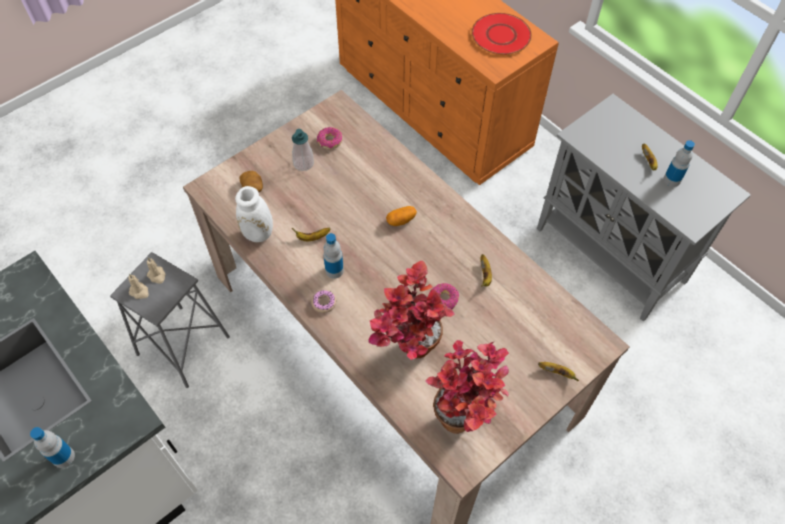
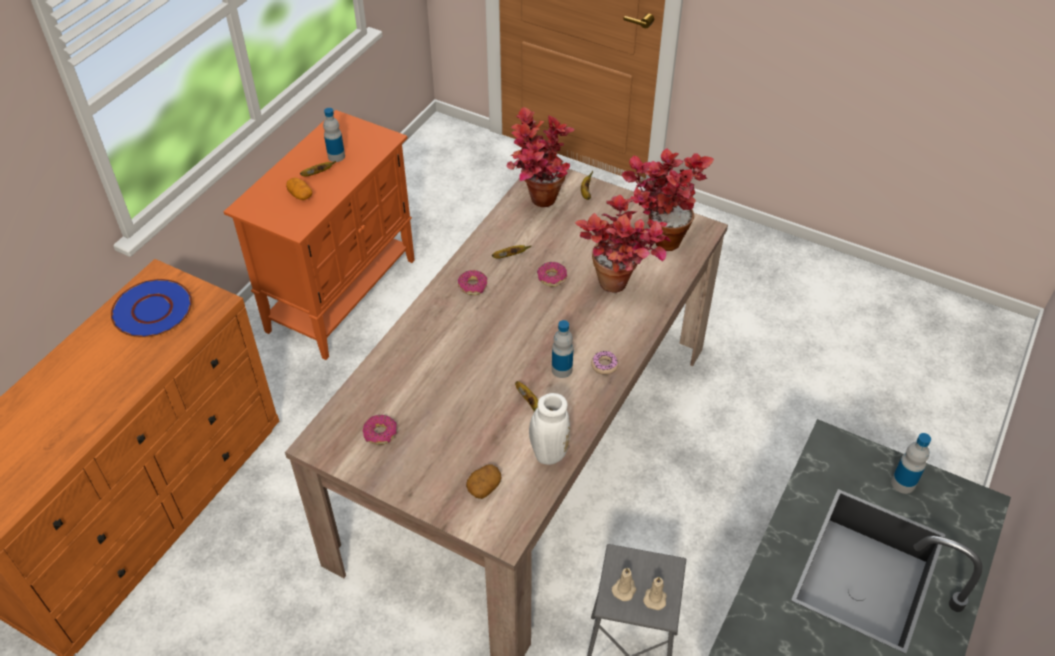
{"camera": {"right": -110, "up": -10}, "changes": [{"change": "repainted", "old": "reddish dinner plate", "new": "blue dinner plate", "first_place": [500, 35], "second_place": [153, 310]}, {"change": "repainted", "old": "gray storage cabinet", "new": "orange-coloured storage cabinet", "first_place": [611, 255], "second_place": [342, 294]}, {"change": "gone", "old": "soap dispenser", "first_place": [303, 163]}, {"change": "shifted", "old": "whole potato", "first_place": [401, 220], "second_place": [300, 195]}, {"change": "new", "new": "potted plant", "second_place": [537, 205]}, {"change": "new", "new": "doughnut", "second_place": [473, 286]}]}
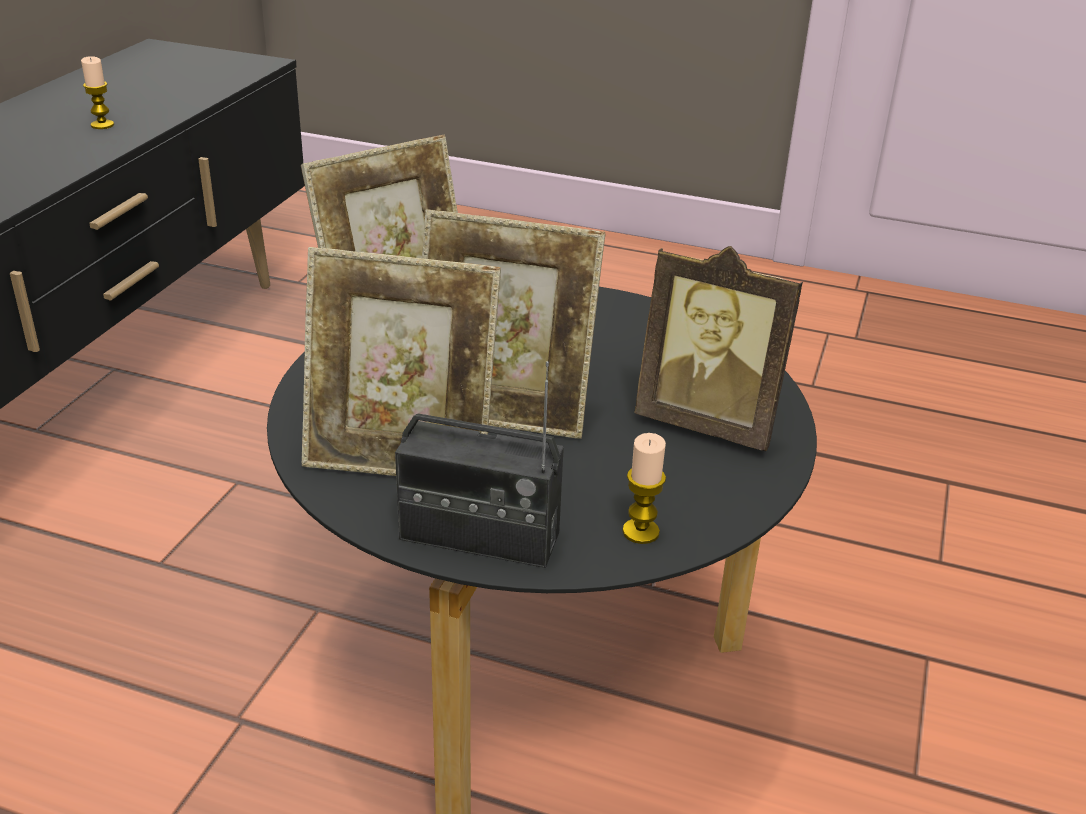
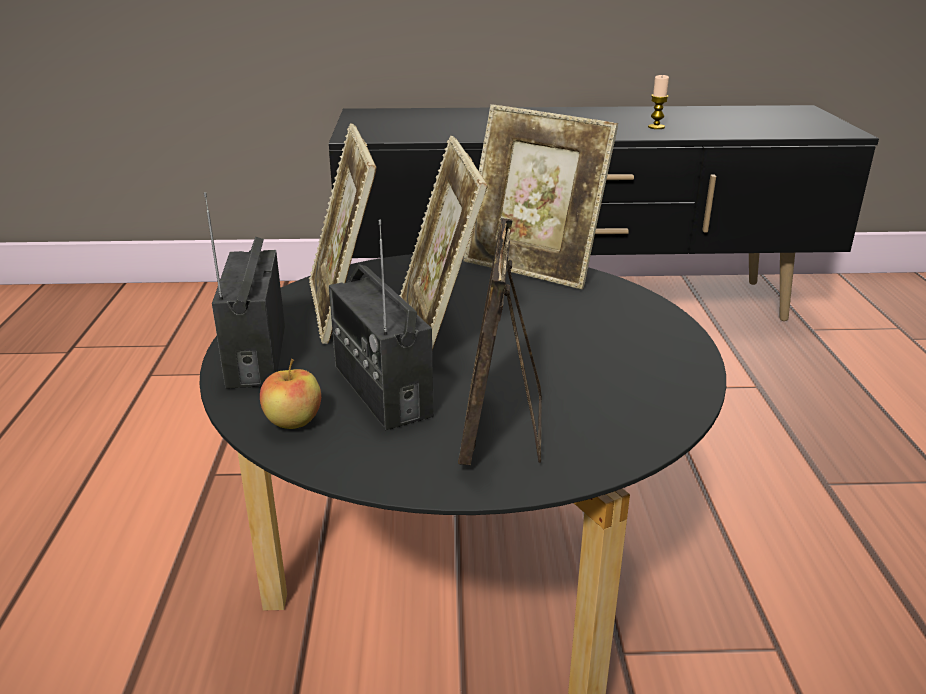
{"camera": {"right": 70, "up": -5}, "changes": [{"change": "swapped", "old": "candle", "new": "apple", "first_place": [640, 532], "second_place": [293, 422]}, {"change": "new", "new": "radio receiver", "second_place": [381, 391]}]}
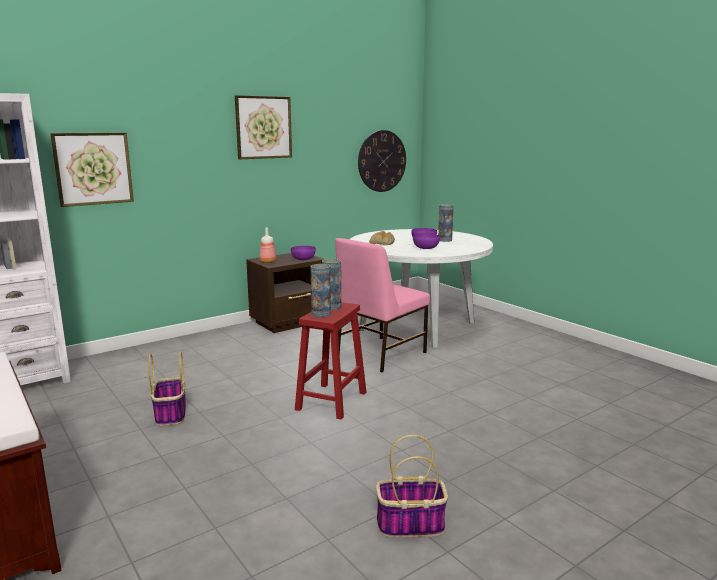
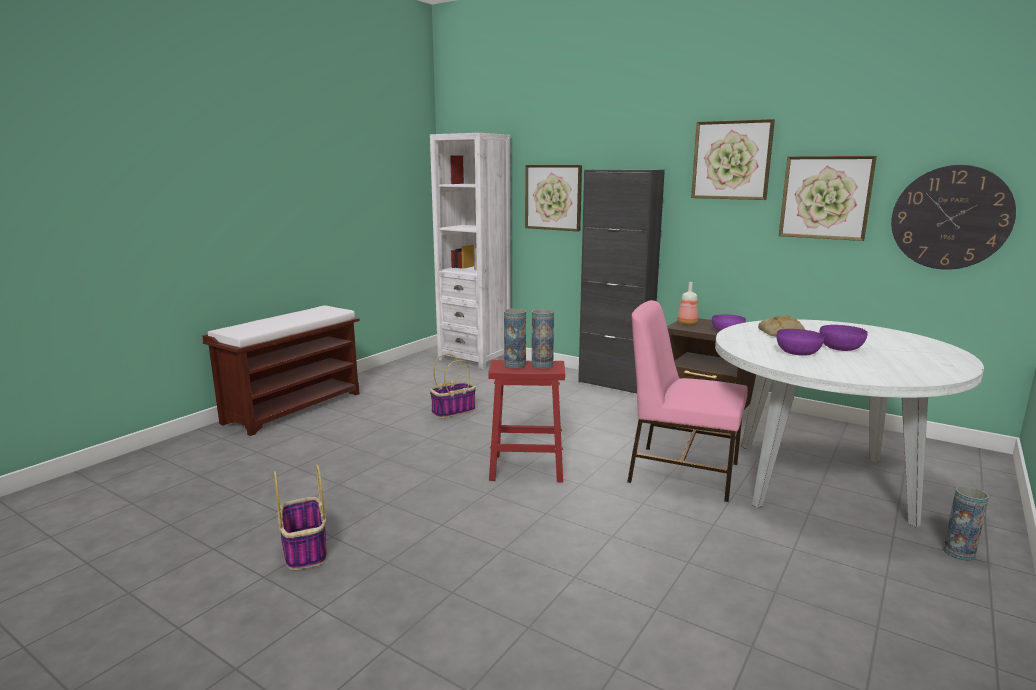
{"camera": {"right": 70, "up": 0}, "changes": [{"change": "shifted", "old": "flower vase", "first_place": [445, 240], "second_place": [959, 553]}, {"change": "new", "new": "wall picture", "second_place": [825, 197]}, {"change": "new", "new": "black-coloured storage cabinet", "second_place": [614, 384]}]}
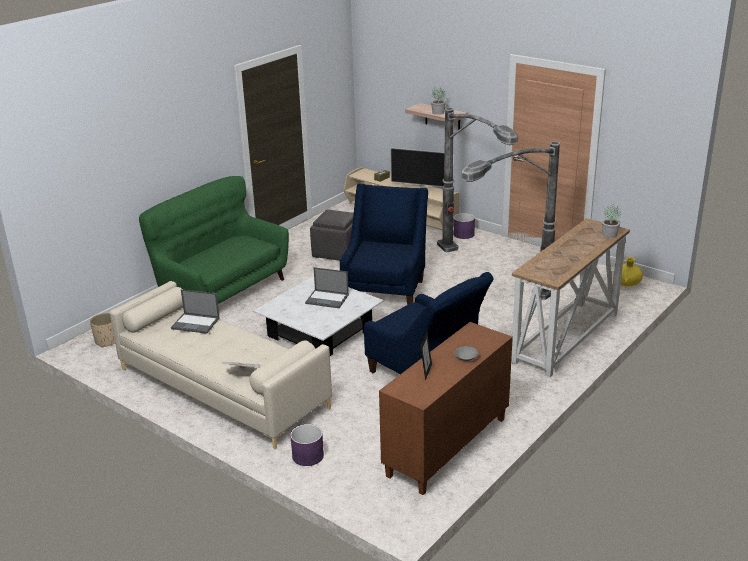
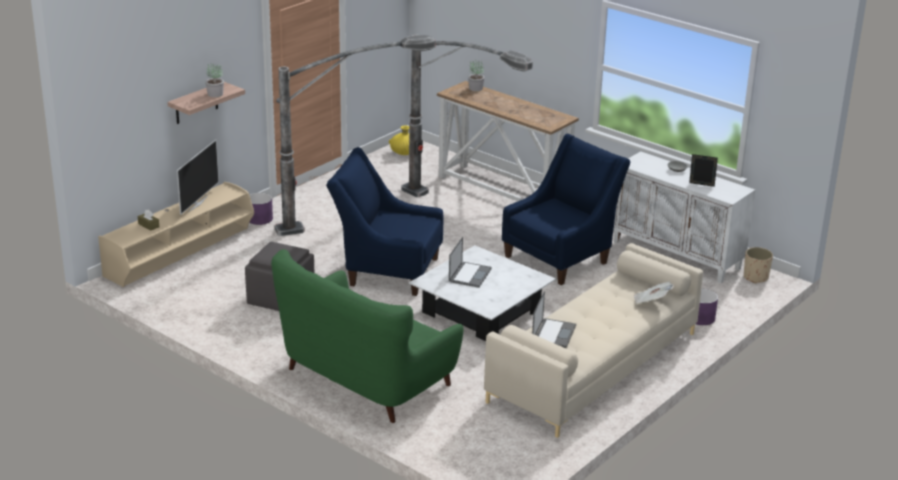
{"camera": {"right": -90, "up": 0}, "changes": [{"change": "shifted", "old": "beige flower pot", "first_place": [106, 341], "second_place": [755, 277]}, {"change": "repainted", "old": "brown storage cabinet", "new": "whitish storage cabinet", "first_place": [447, 447], "second_place": [677, 255]}]}
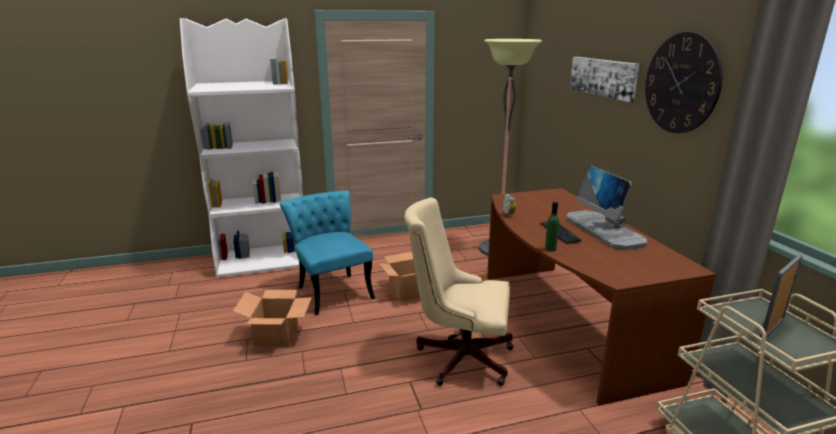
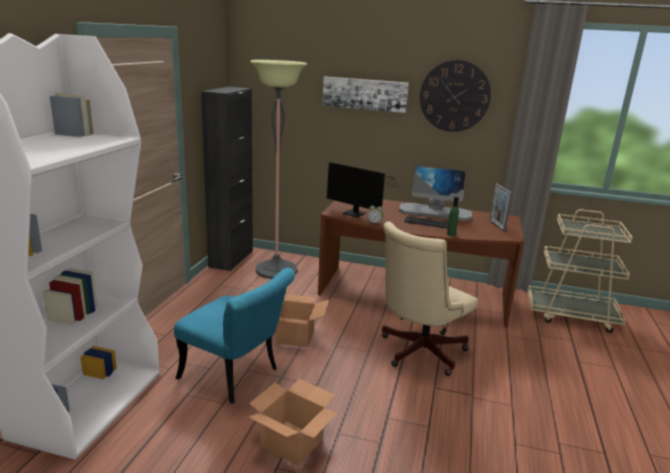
{"camera": {"right": -60, "up": 0}, "changes": [{"change": "rotated", "old": "turquoise-coloured chair", "first_place": [331, 289], "second_place": [236, 376], "degrees": -150}, {"change": "shifted", "old": "standing frame", "first_place": [771, 329], "second_place": [497, 226]}, {"change": "new", "new": "black-coloured storage cabinet", "second_place": [231, 259]}, {"change": "new", "new": "computer screen", "second_place": [356, 214]}]}
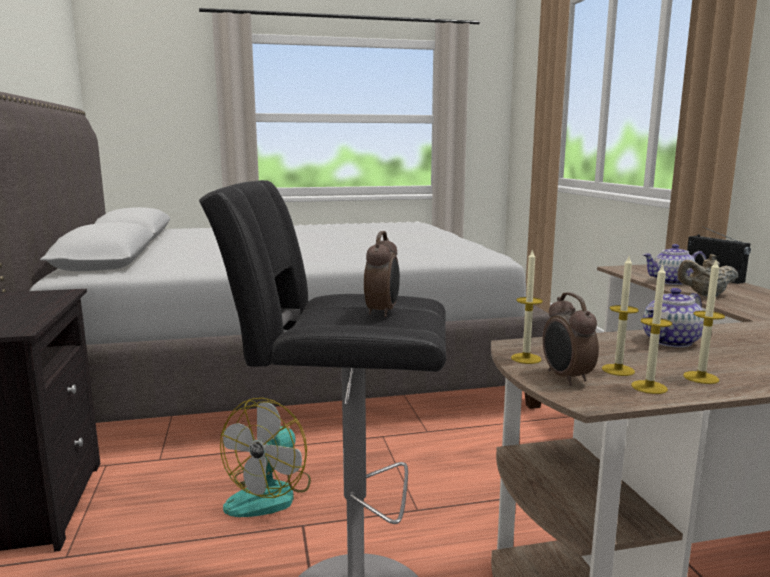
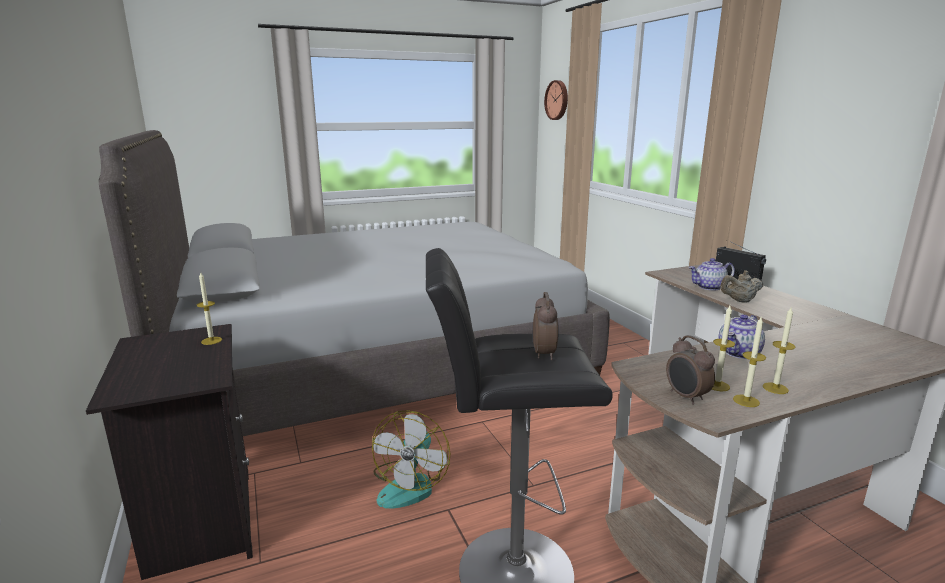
{"camera": {"right": -10, "up": 5}, "changes": [{"change": "shifted", "old": "candle", "first_place": [526, 358], "second_place": [211, 341]}, {"change": "new", "new": "hanging clock", "second_place": [557, 100]}]}
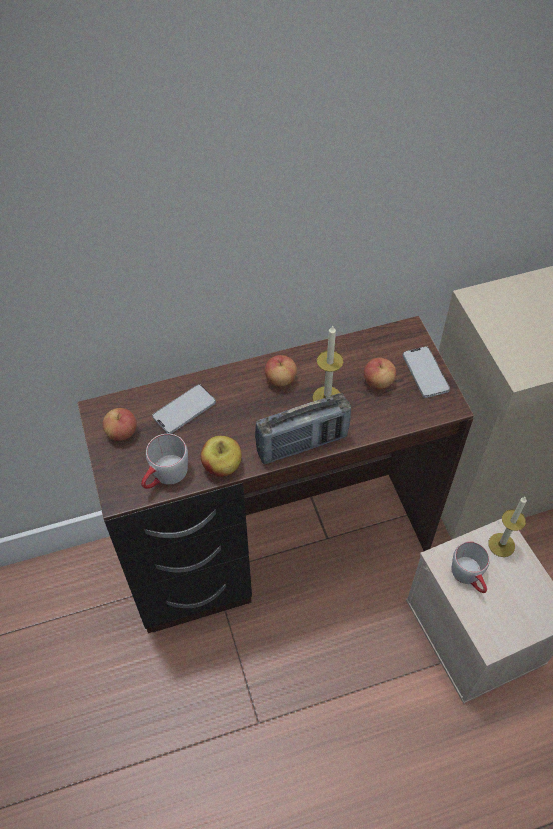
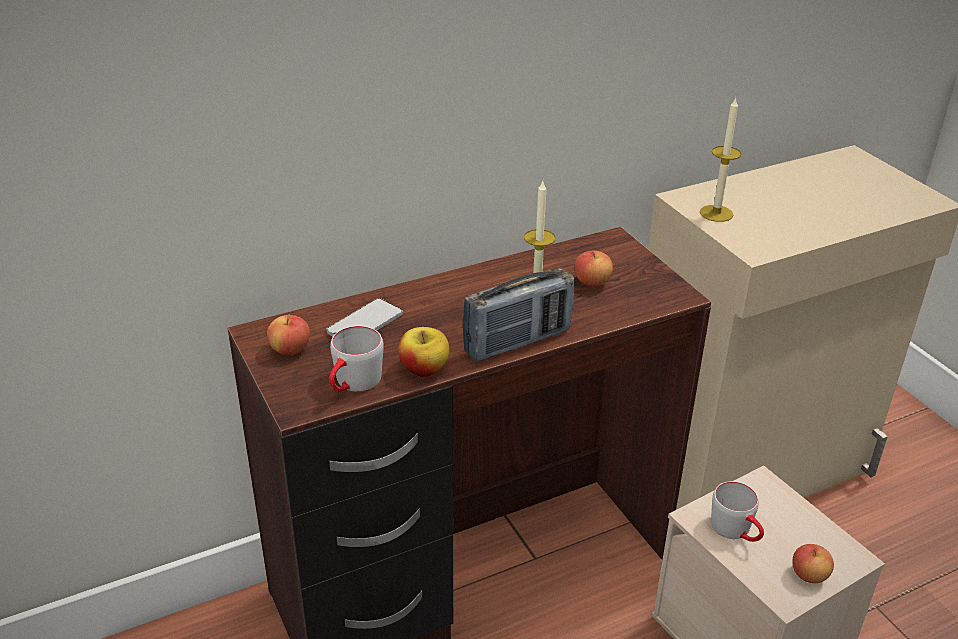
{"camera": {"right": -10, "up": -20}, "changes": [{"change": "gone", "old": "phone", "first_place": [425, 373]}, {"change": "shifted", "old": "apple", "first_place": [280, 379], "second_place": [809, 575]}, {"change": "shifted", "old": "candle", "first_place": [501, 545], "second_place": [716, 213]}]}
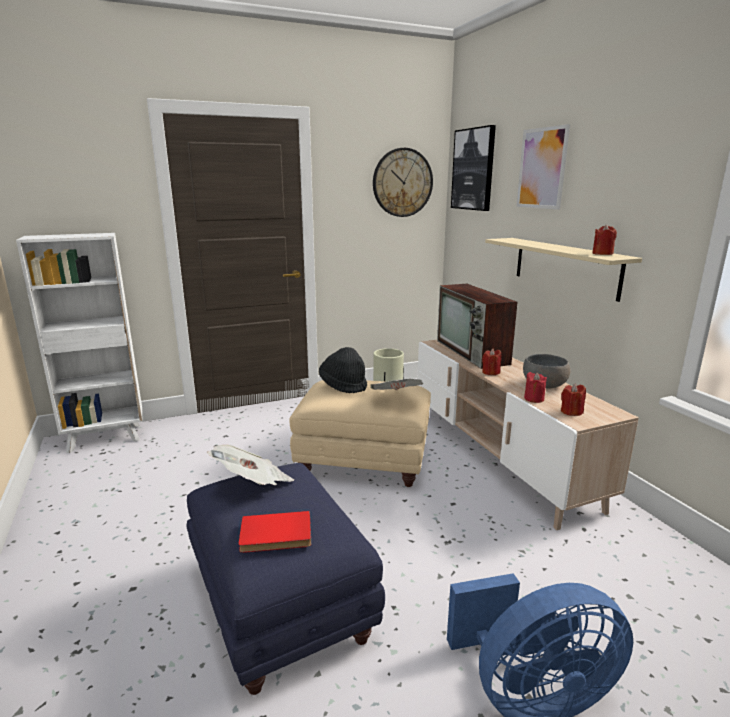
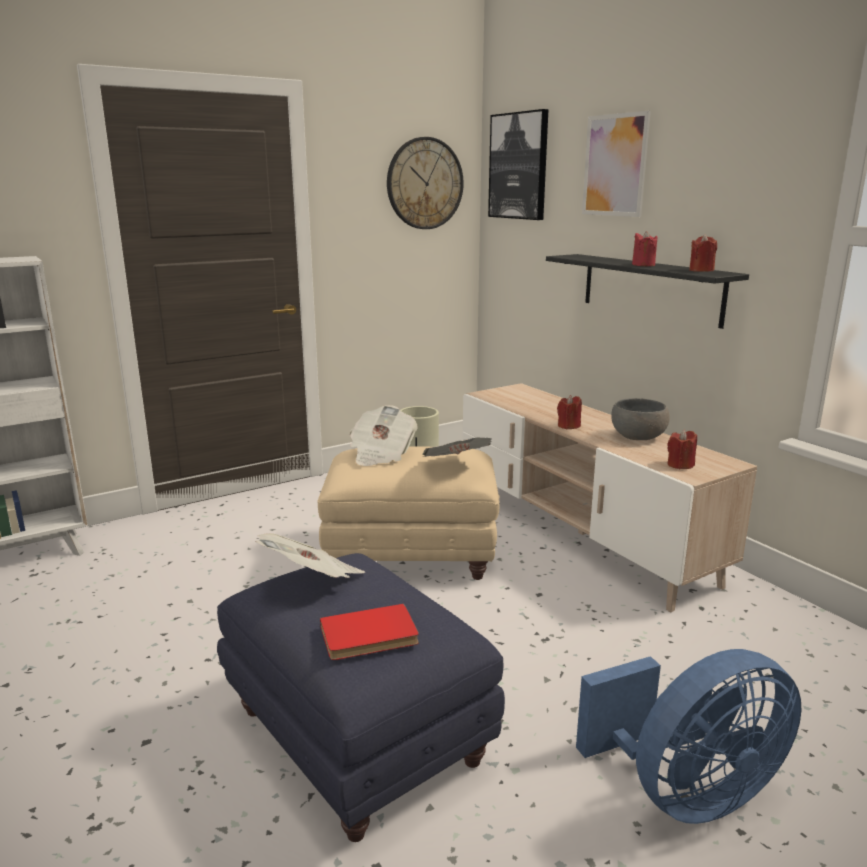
{"camera": {"right": -10, "up": 0}, "changes": [{"change": "repainted", "old": "beige shelf", "new": "black-coloured shelf", "first_place": [565, 267], "second_place": [650, 288]}, {"change": "gone", "old": "TV set", "first_place": [473, 352]}, {"change": "swapped", "old": "black-coloured hat", "new": "daily paper", "first_place": [343, 385], "second_place": [381, 454]}, {"change": "shifted", "old": "reddish candle", "first_place": [534, 399], "second_place": [643, 265]}]}
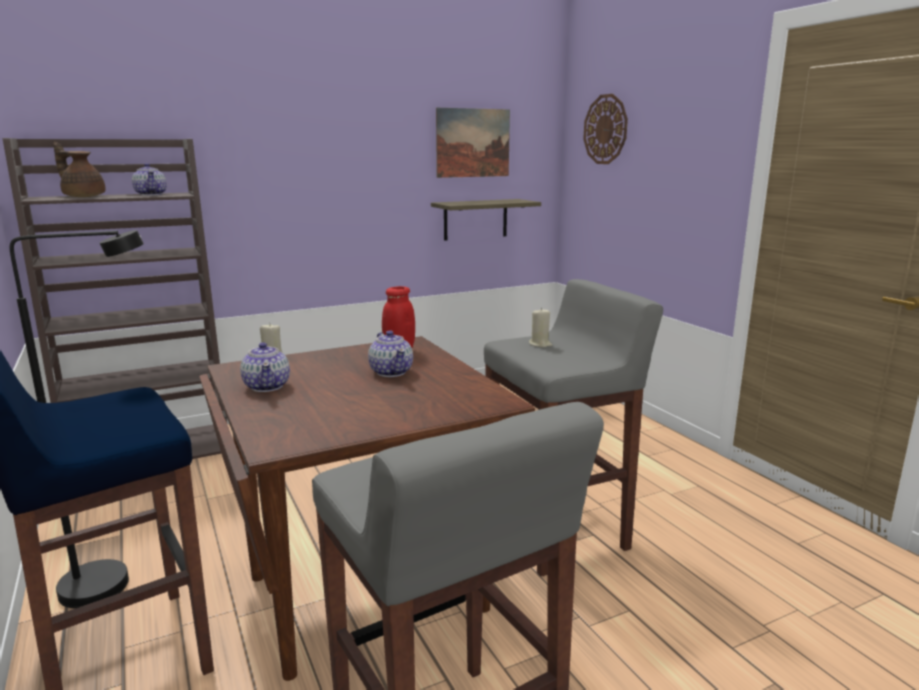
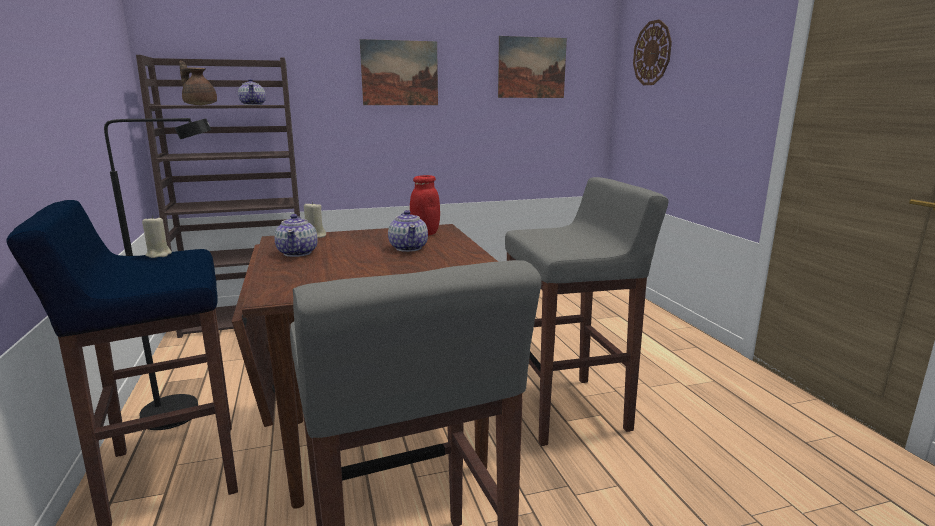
{"camera": {"right": 10, "up": 0}, "changes": [{"change": "gone", "old": "shelf", "first_place": [475, 219]}, {"change": "shifted", "old": "beige candle", "first_place": [540, 344], "second_place": [159, 254]}, {"change": "new", "new": "wall picture", "second_place": [400, 73]}]}
